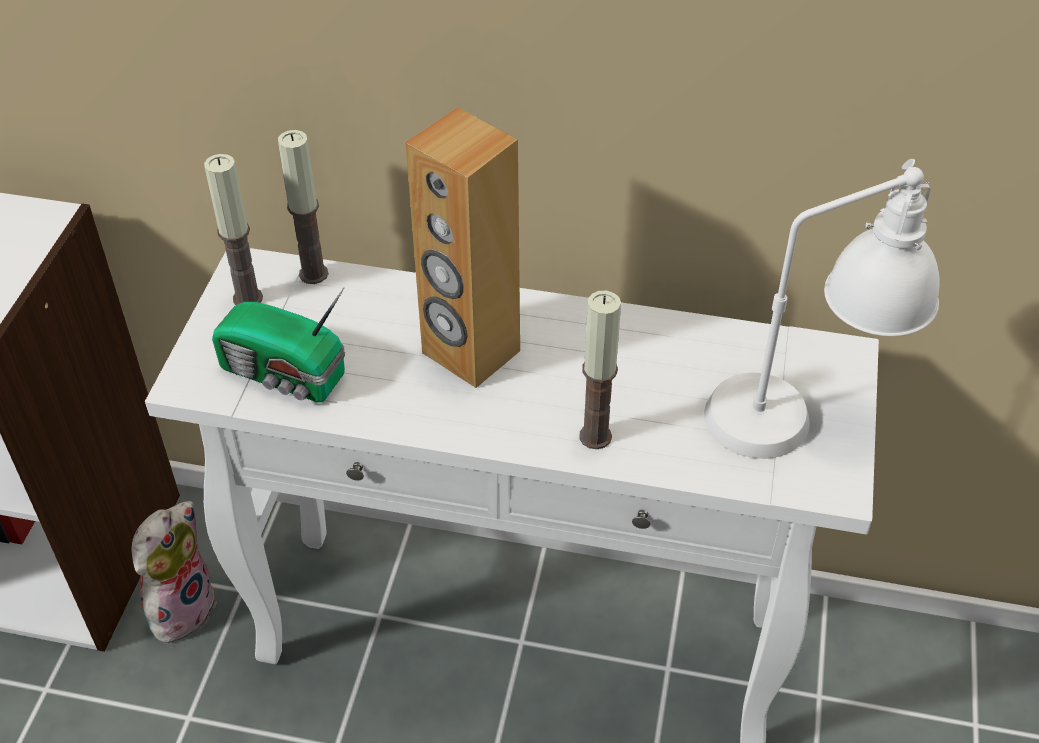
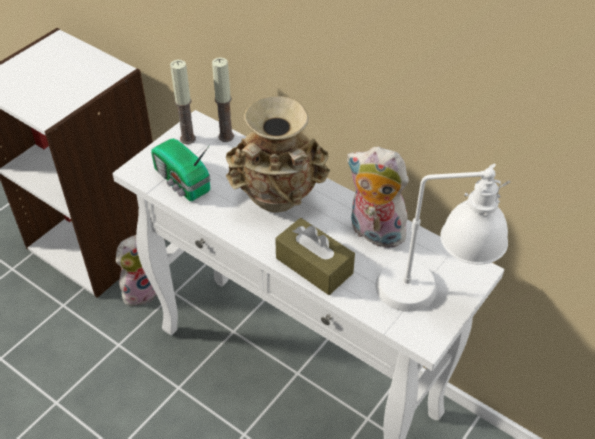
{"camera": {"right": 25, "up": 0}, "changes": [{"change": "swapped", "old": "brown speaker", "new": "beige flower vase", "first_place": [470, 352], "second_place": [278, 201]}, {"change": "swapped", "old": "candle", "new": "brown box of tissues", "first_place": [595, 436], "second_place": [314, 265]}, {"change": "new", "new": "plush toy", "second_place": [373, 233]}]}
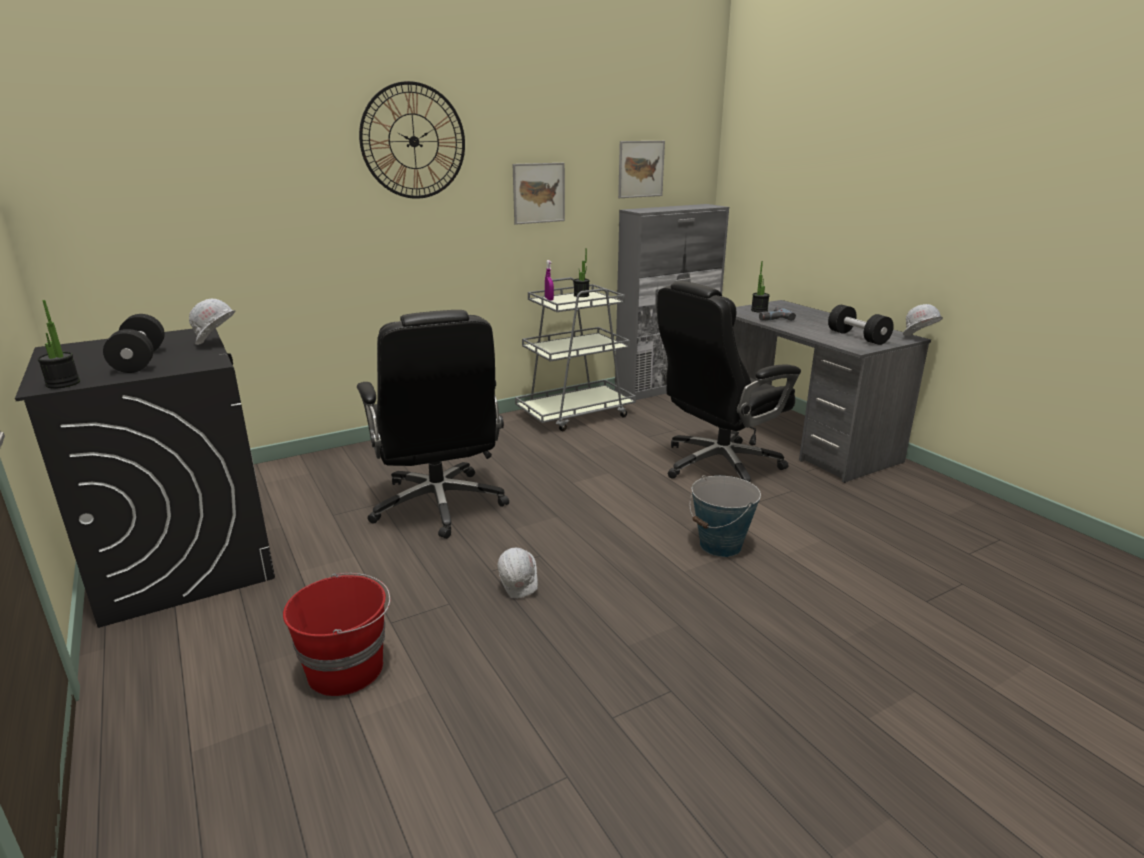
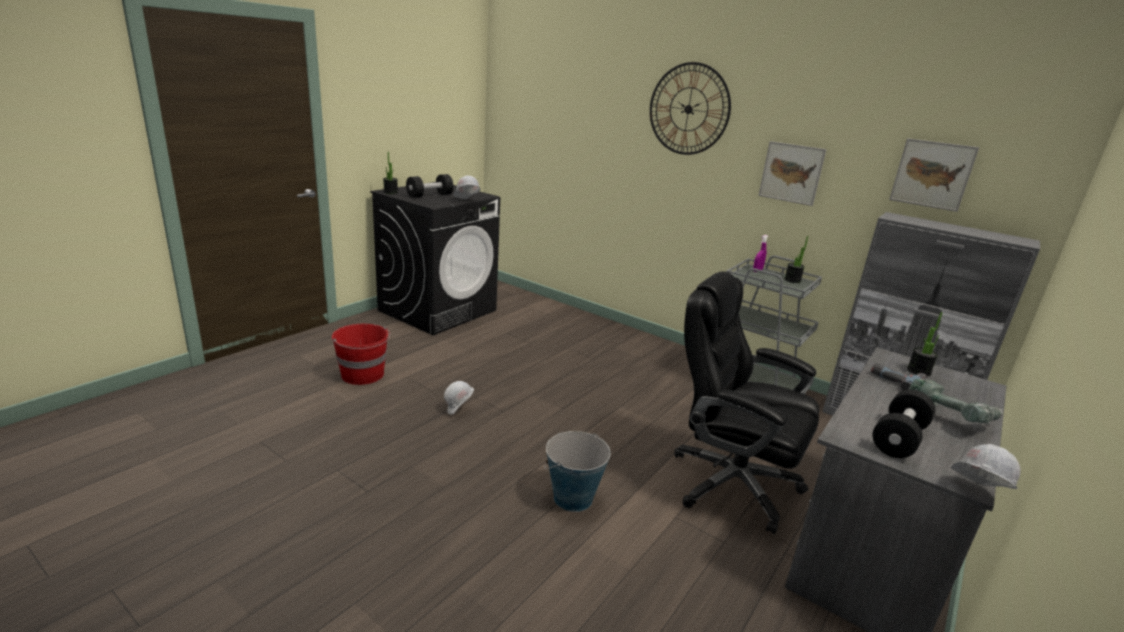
{"camera": {"right": 65, "up": 0}, "changes": [{"change": "gone", "old": "black-coloured office chair", "first_place": [439, 505]}, {"change": "new", "new": "electric drill", "second_place": [949, 416]}]}
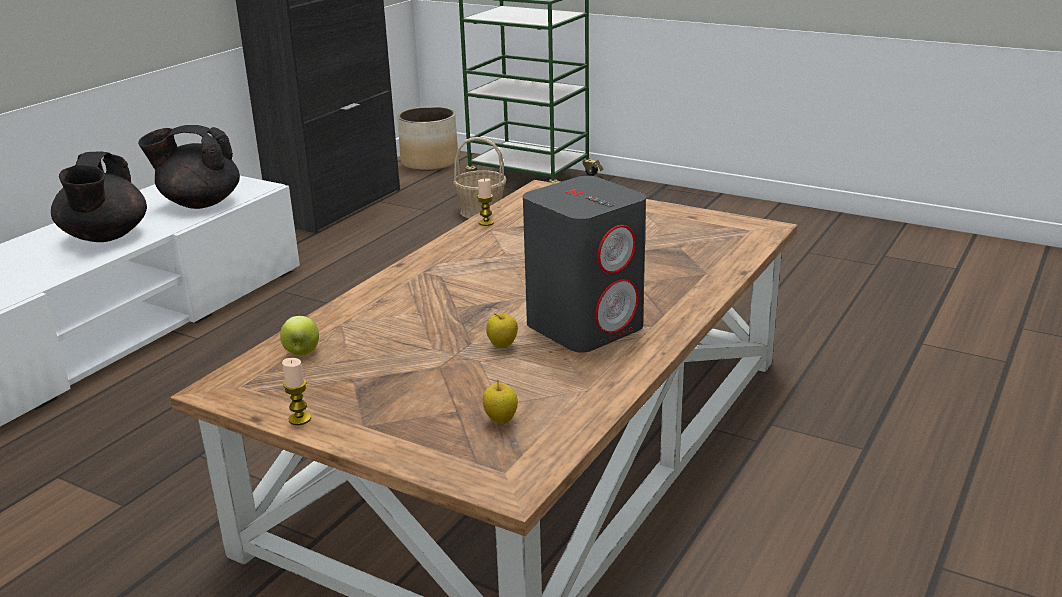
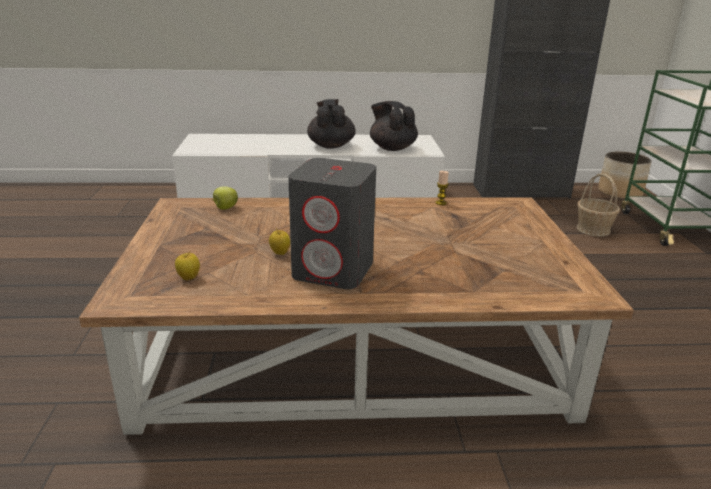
{"camera": {"right": 55, "up": 0}, "changes": [{"change": "rotated", "old": "black-coloured tea pot", "first_place": [105, 237], "second_place": [331, 146], "degrees": 120}, {"change": "gone", "old": "candle", "first_place": [300, 419]}]}
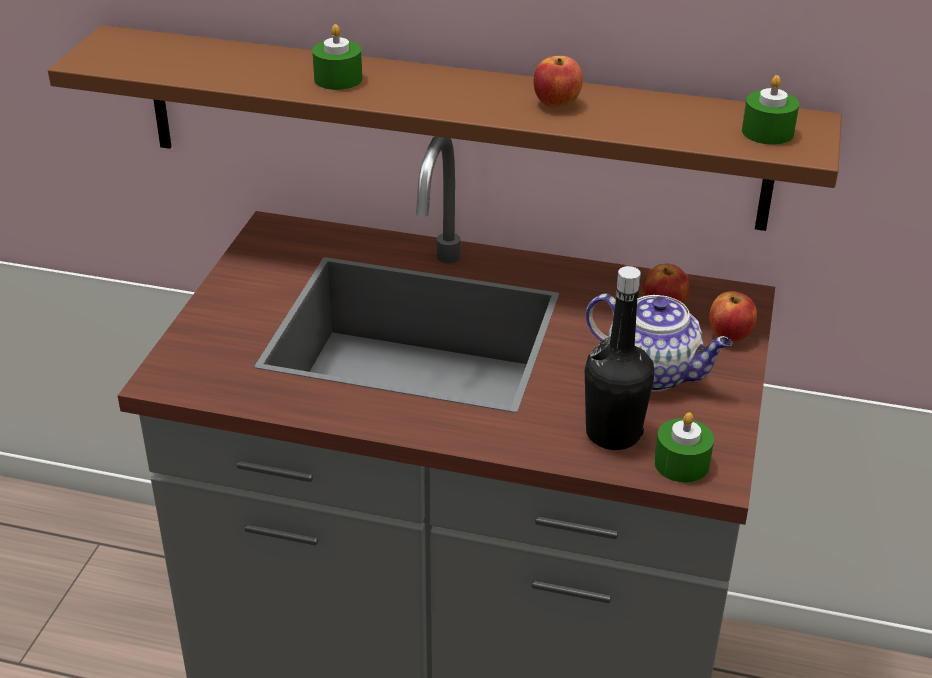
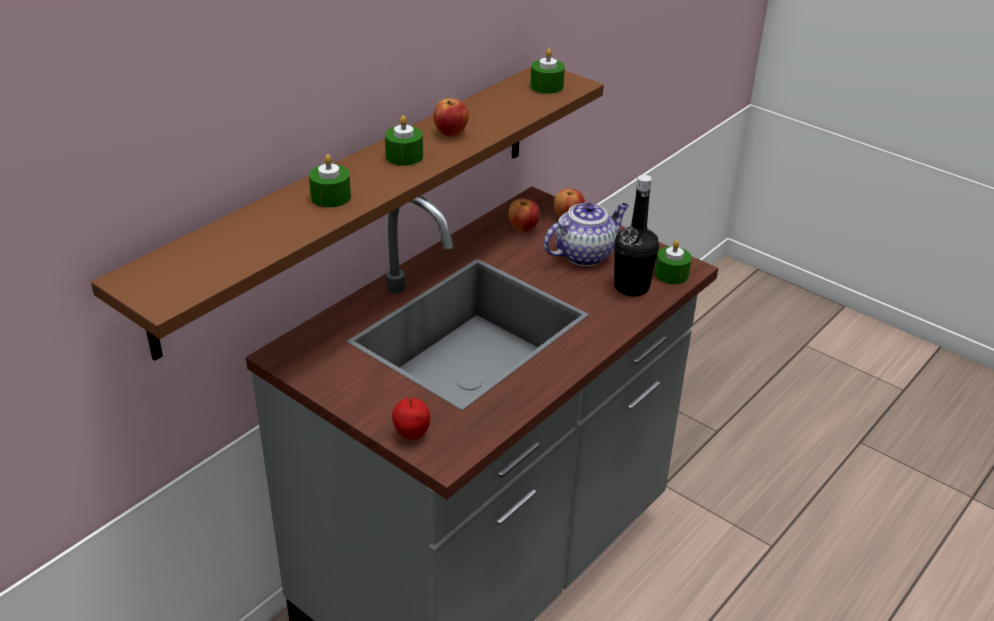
{"camera": {"right": -65, "up": 0}, "changes": [{"change": "new", "new": "greenish candle", "second_place": [404, 156]}, {"change": "new", "new": "apple", "second_place": [411, 435]}]}
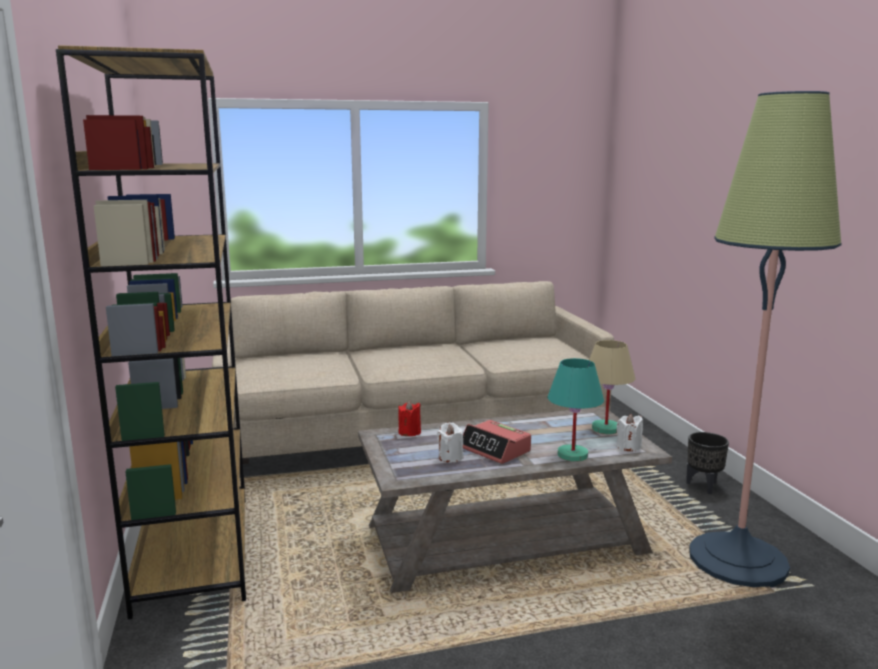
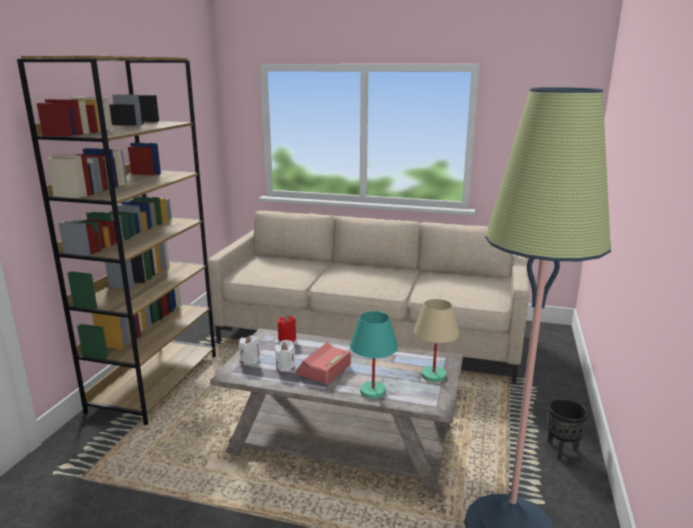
{"camera": {"right": 30, "up": 5}, "changes": [{"change": "shifted", "old": "whitish candle", "first_place": [628, 447], "second_place": [250, 360]}, {"change": "rotated", "old": "table clock", "first_place": [495, 450], "second_place": [323, 370], "degrees": 45}]}
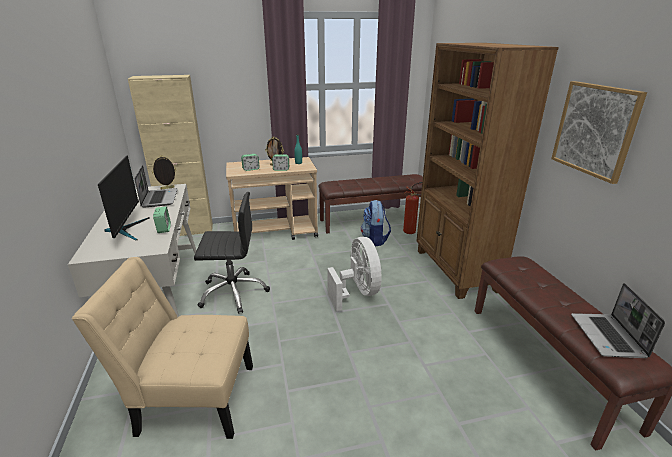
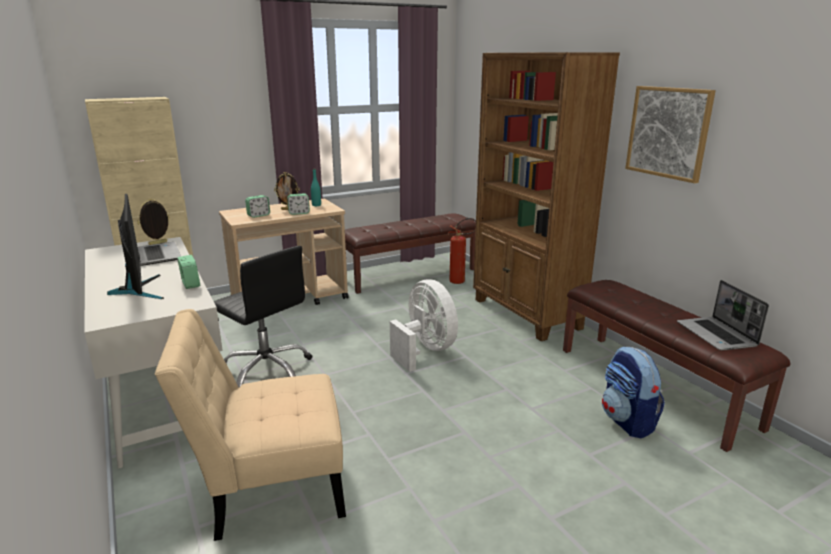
{"camera": {"right": -15, "up": -5}, "changes": [{"change": "rotated", "old": "black-coloured office chair", "first_place": [233, 292], "second_place": [267, 370], "degrees": 60}, {"change": "shifted", "old": "knapsack", "first_place": [375, 240], "second_place": [627, 421]}]}
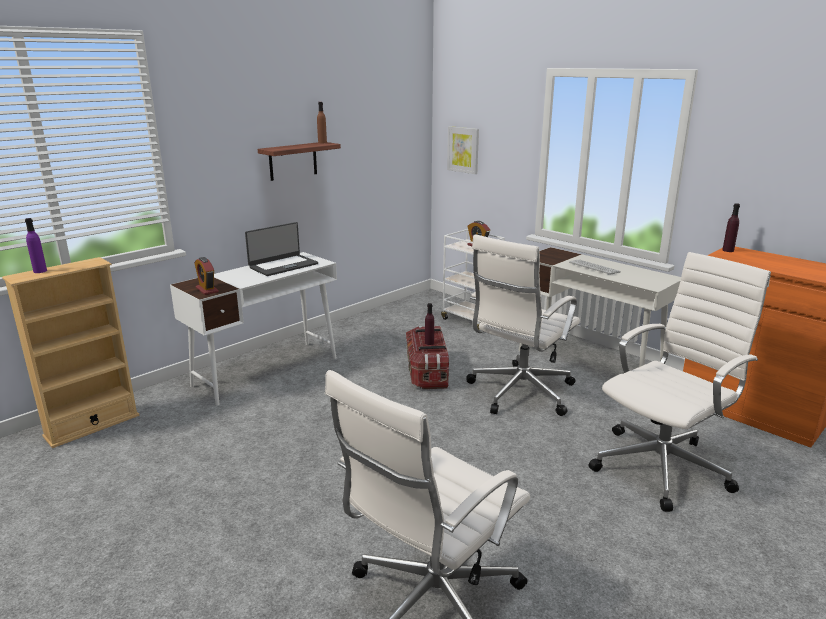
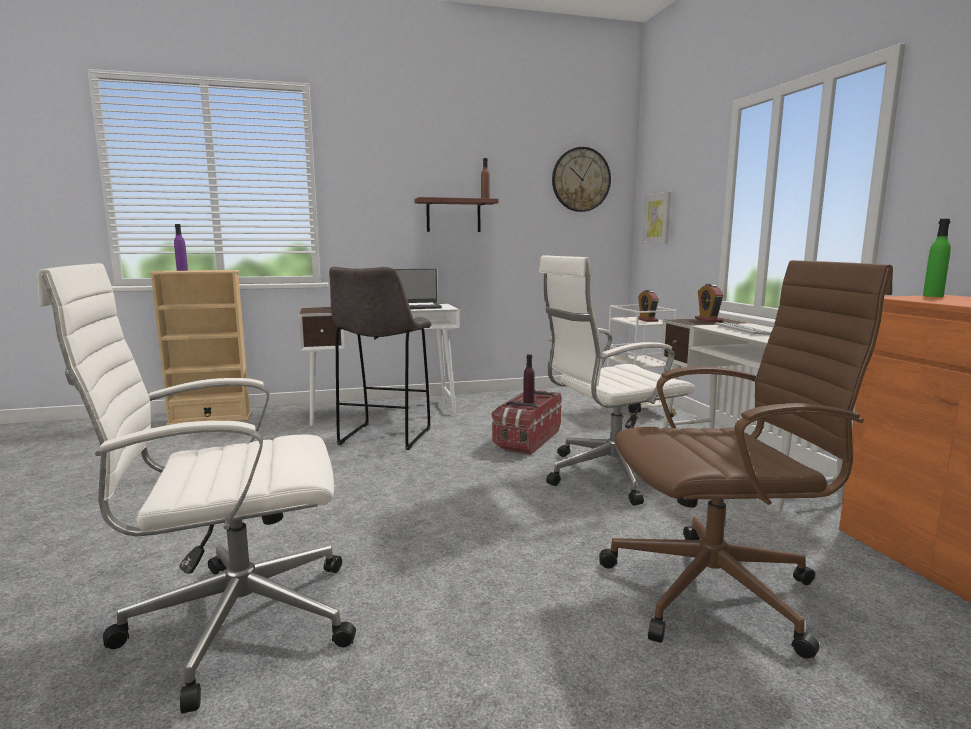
{"camera": {"right": 30, "up": -10}, "changes": [{"change": "repainted", "old": "purple-coloured drink bottle", "new": "greenish drink bottle", "first_place": [728, 250], "second_place": [933, 296]}, {"change": "repainted", "old": "whitish office chair", "new": "brown office chair", "first_place": [663, 466], "second_place": [718, 591]}, {"change": "shifted", "old": "table clock", "first_place": [207, 290], "second_place": [708, 320]}, {"change": "new", "new": "hanging clock", "second_place": [581, 179]}, {"change": "new", "new": "gray stool", "second_place": [384, 437]}]}
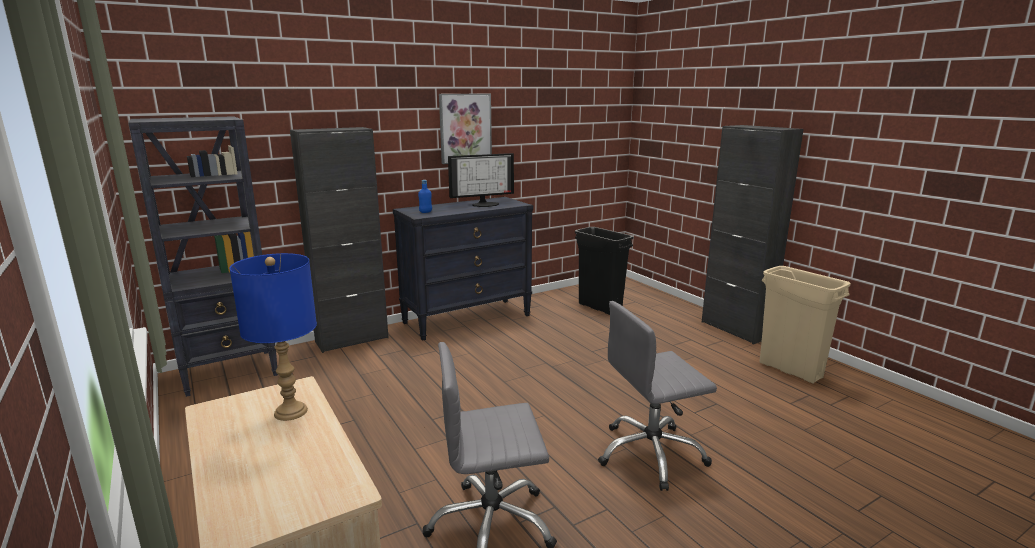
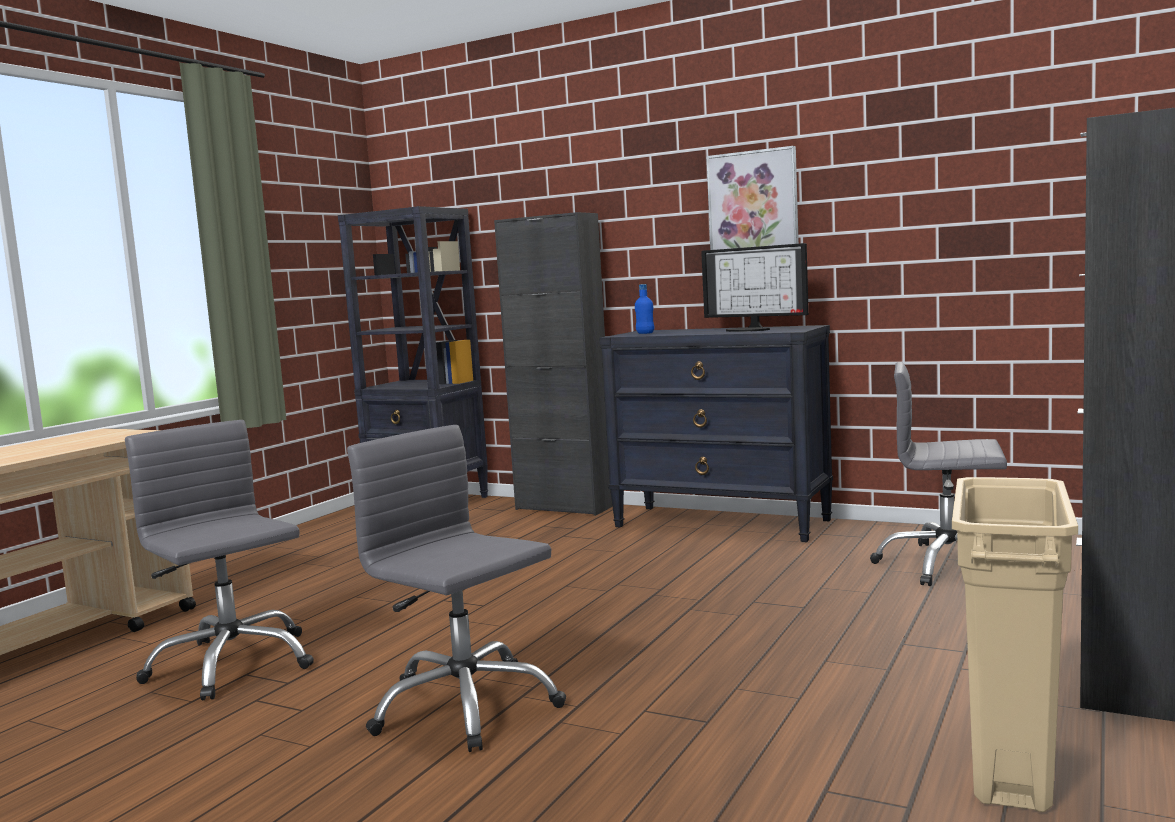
{"camera": {"right": 60, "up": -10}, "changes": [{"change": "swapped", "old": "black-coloured rubbish bin", "new": "gray office chair", "first_place": [599, 308], "second_place": [946, 565]}, {"change": "gone", "old": "blue lamp for a table", "first_place": [290, 411]}]}
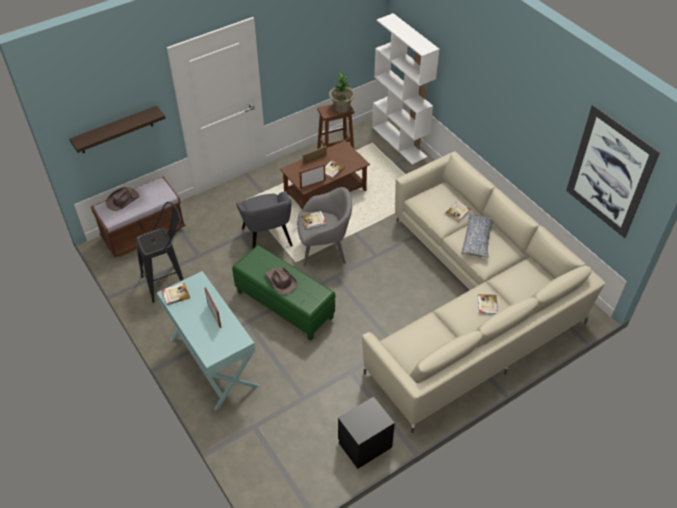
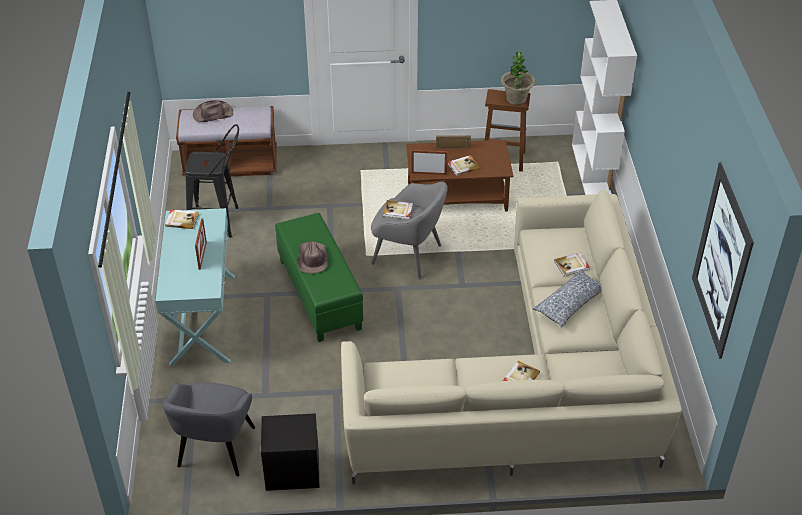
{"camera": {"right": 30, "up": -5}, "changes": [{"change": "gone", "old": "shelf", "first_place": [116, 130]}, {"change": "shifted", "old": "gray armchair", "first_place": [267, 238], "second_place": [216, 448]}]}
